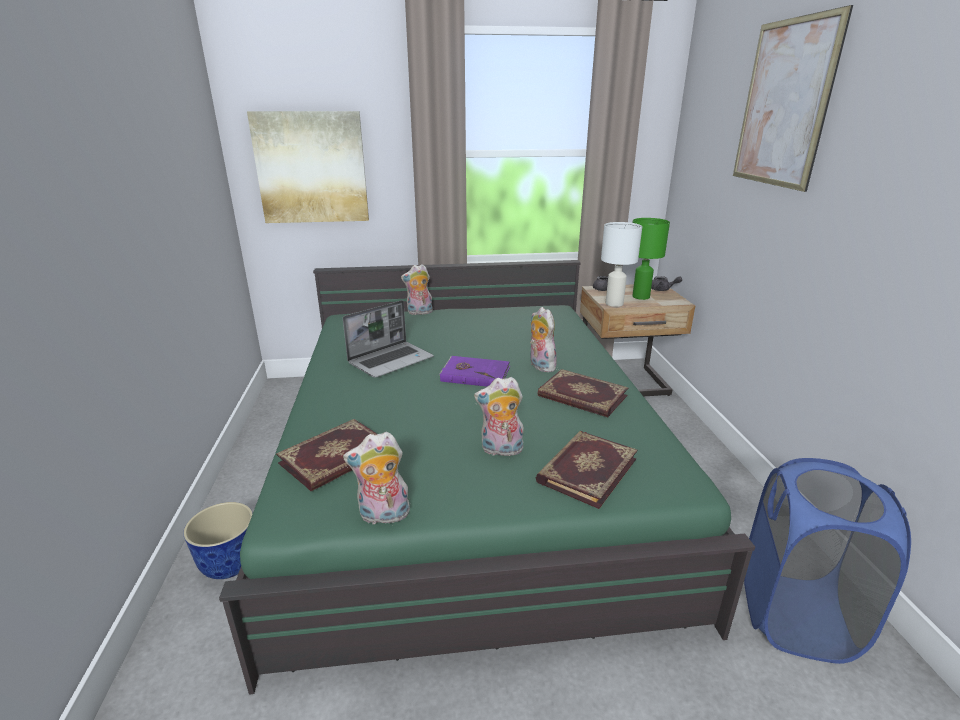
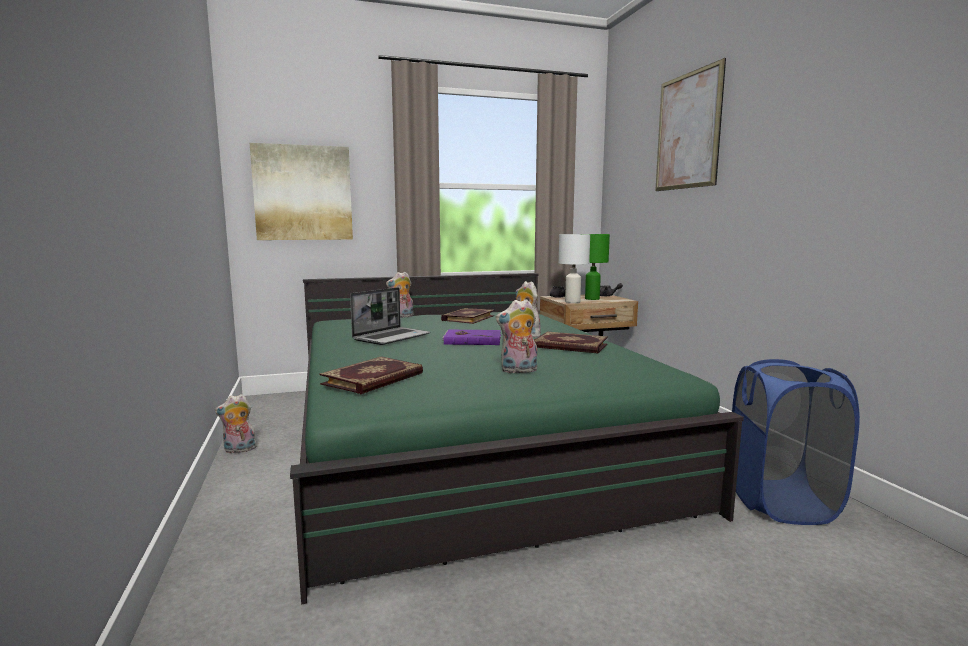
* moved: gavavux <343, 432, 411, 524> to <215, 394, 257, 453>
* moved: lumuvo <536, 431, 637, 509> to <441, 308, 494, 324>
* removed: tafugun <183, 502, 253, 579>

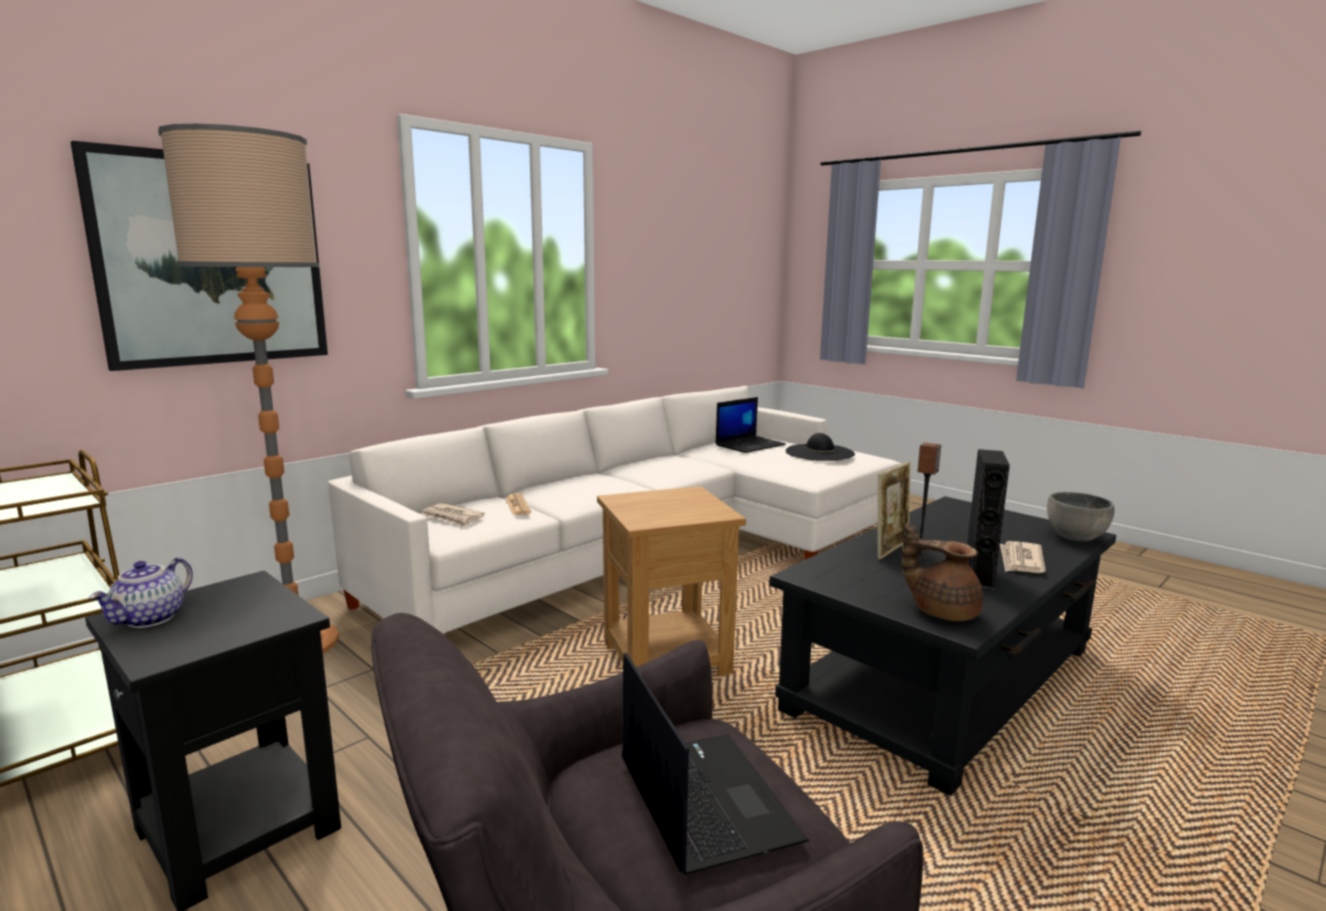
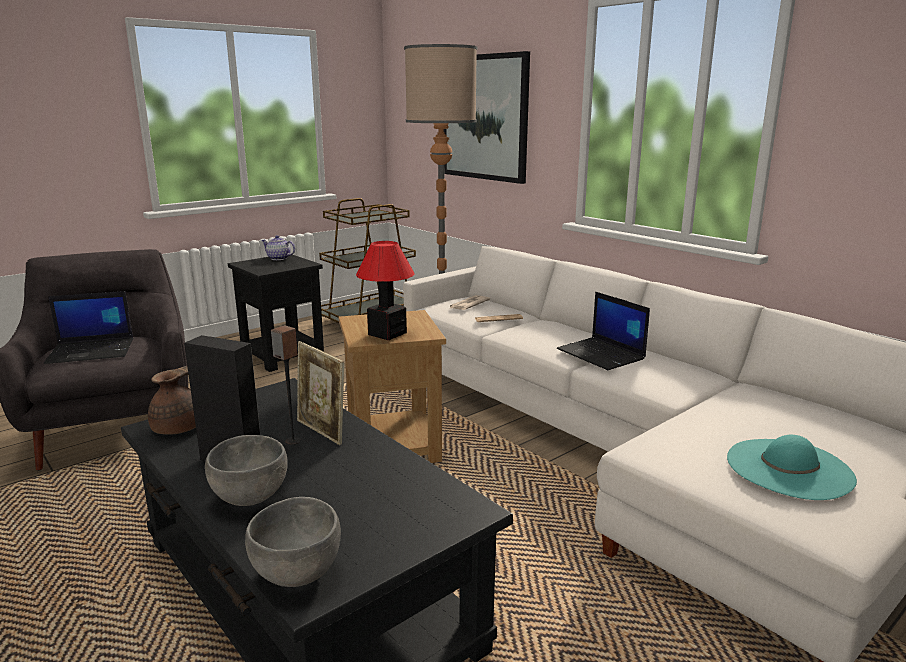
* replaced: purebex <1000, 541, 1046, 573> to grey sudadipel <205, 435, 288, 506>
* added: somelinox <356, 241, 415, 340>
* moved: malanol <715, 397, 786, 453> to <557, 291, 650, 370>
* recoloured: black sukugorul <786, 433, 855, 461> to turquoise sukugorul <727, 435, 857, 500>

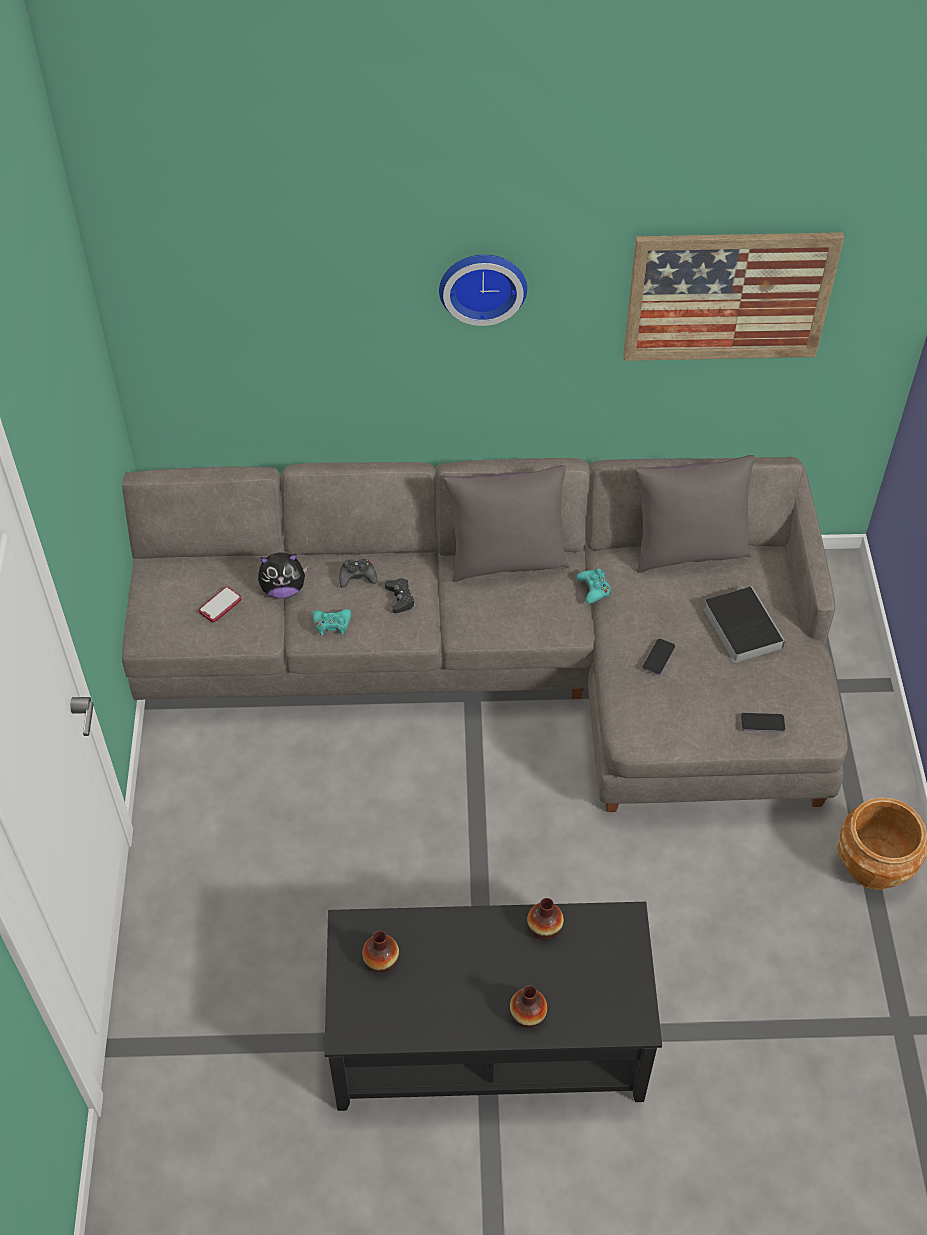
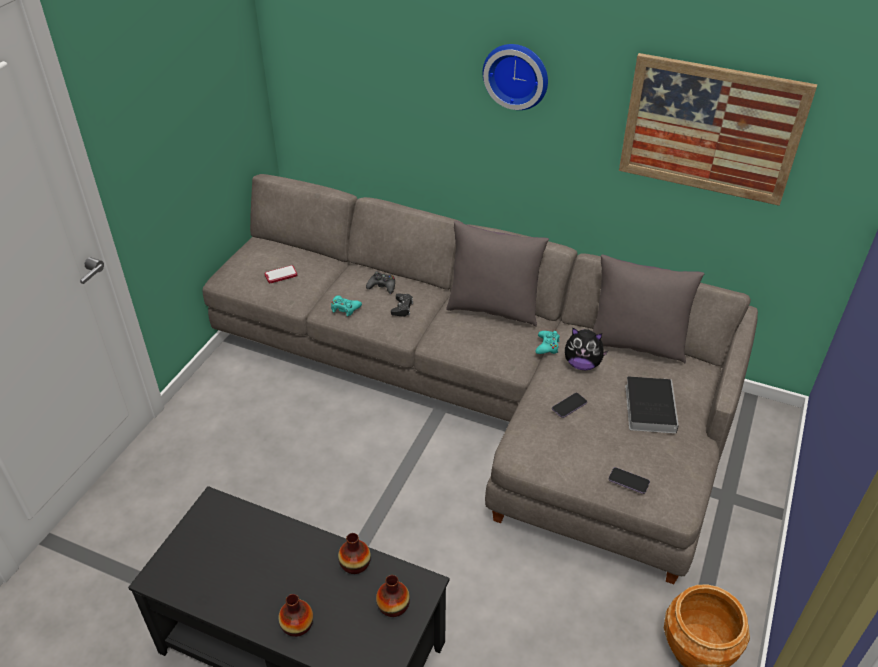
* moved: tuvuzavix <362, 931, 400, 973> to <376, 575, 410, 617>
* moved: gavavux <258, 553, 308, 599> to <565, 328, 609, 370>

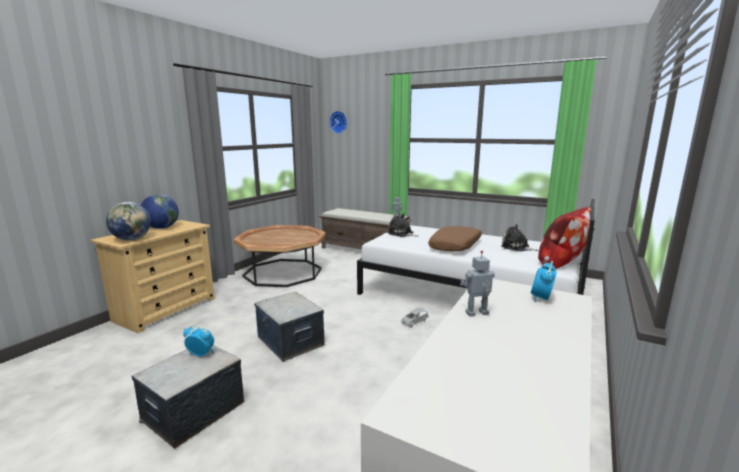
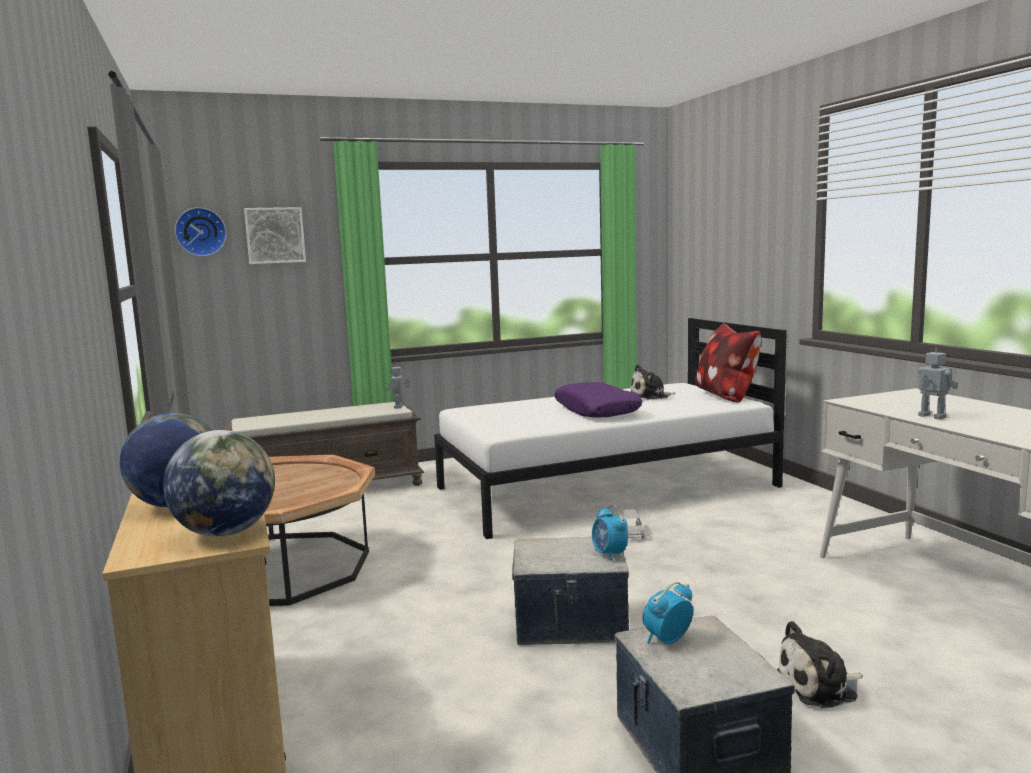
* added: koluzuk <244, 207, 306, 264>
* recoloured: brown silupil <428, 226, 482, 251> to purple silupil <555, 382, 642, 417>
* moved: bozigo <531, 261, 557, 302> to <592, 505, 628, 561>
* moved: gavavux <388, 213, 417, 237> to <777, 621, 863, 708>
* turned: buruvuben <460, 250, 495, 316> = <918, 344, 958, 419> 120 degrees clockwise

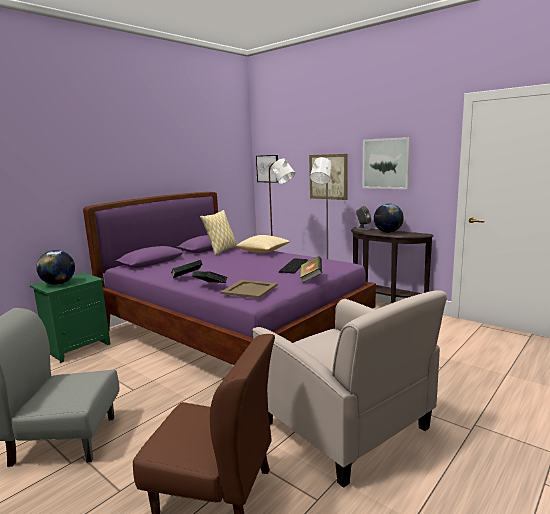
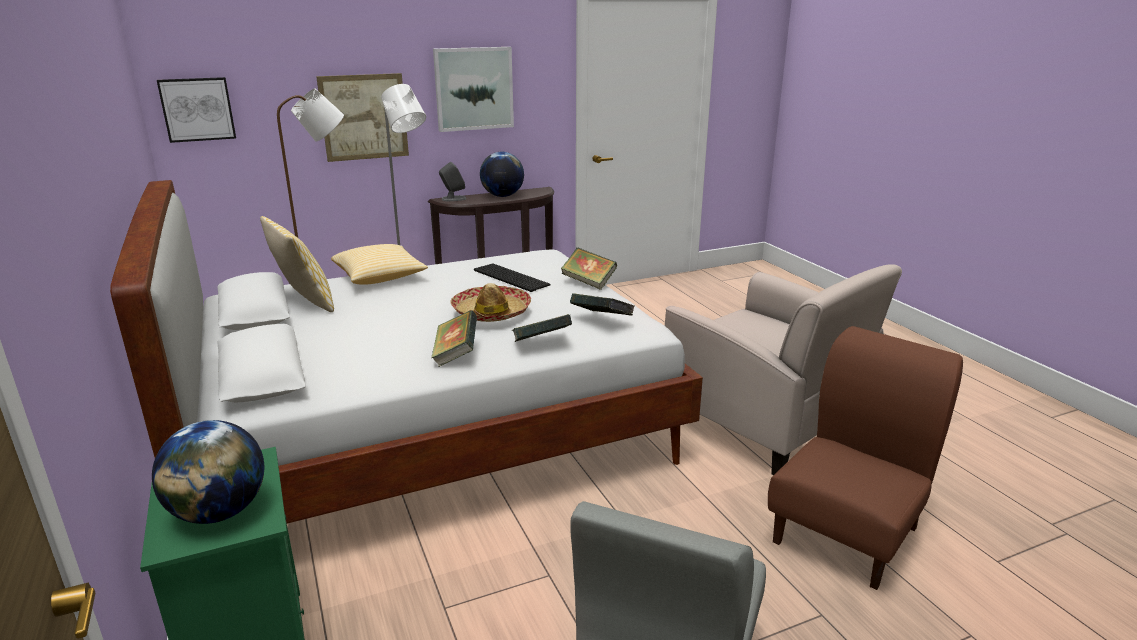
* recoloured: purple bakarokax <83, 192, 376, 365> to white bakarokax <110, 180, 703, 524>
* added: sukugorul <450, 283, 531, 322>
* replaced: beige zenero <220, 280, 278, 298> to lumuvo <570, 293, 634, 315>
* turned: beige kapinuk <253, 290, 447, 488> = <665, 264, 902, 475> 60 degrees clockwise

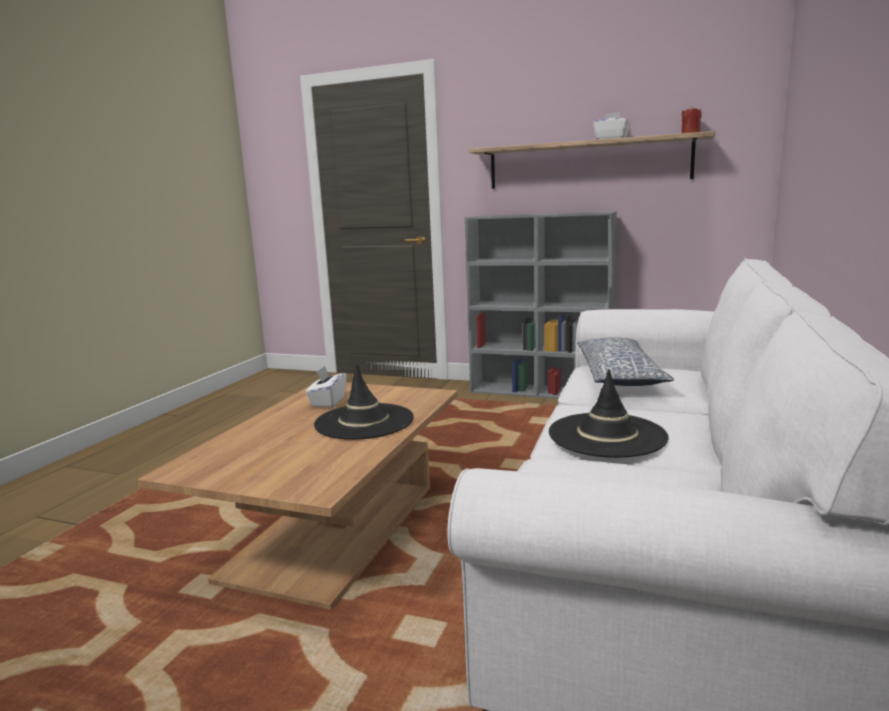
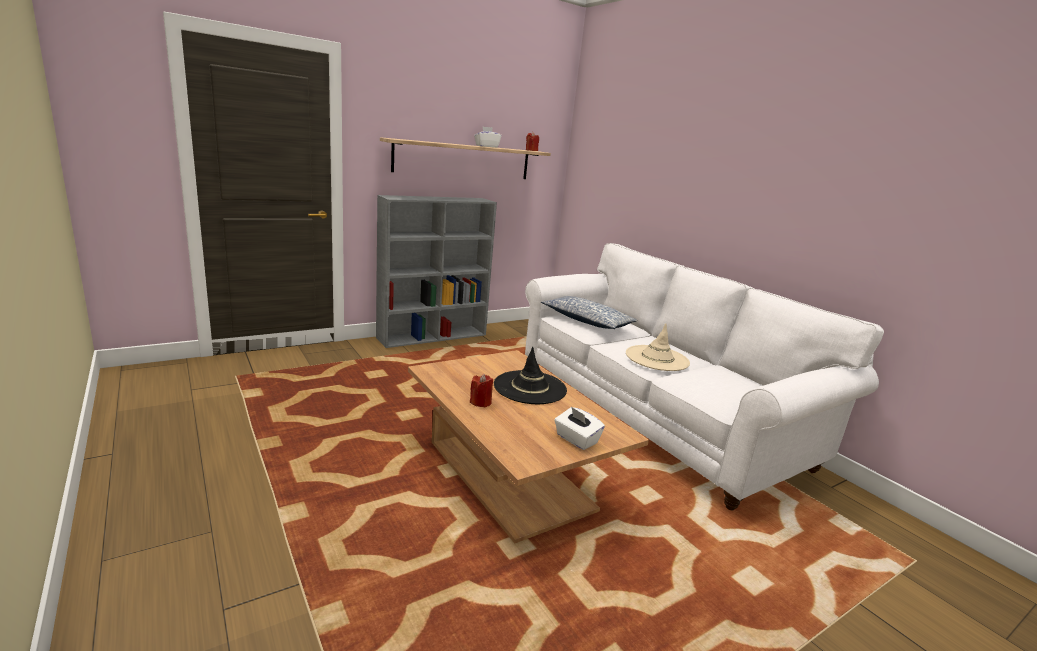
* added: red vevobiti <470, 374, 493, 407>
* moved: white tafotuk <306, 366, 347, 408> to <554, 406, 605, 450>
* recoloured: black sukugorul <549, 369, 669, 458> to beige sukugorul <626, 323, 690, 371>

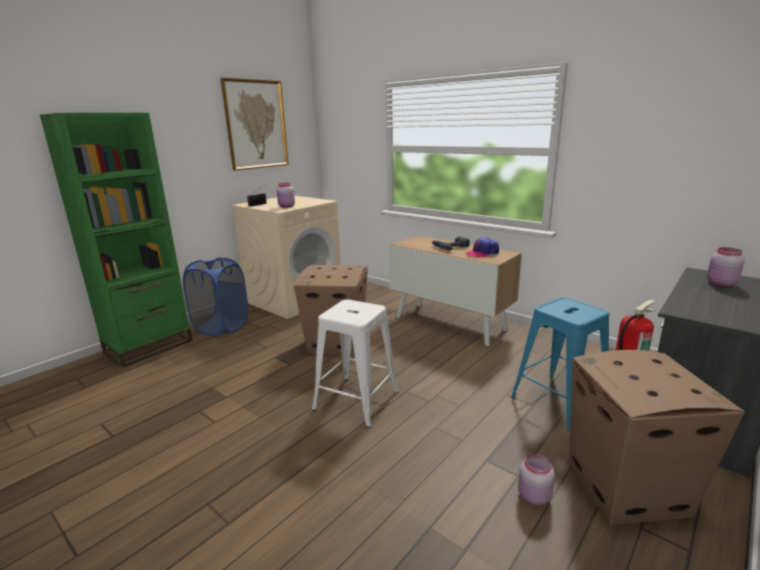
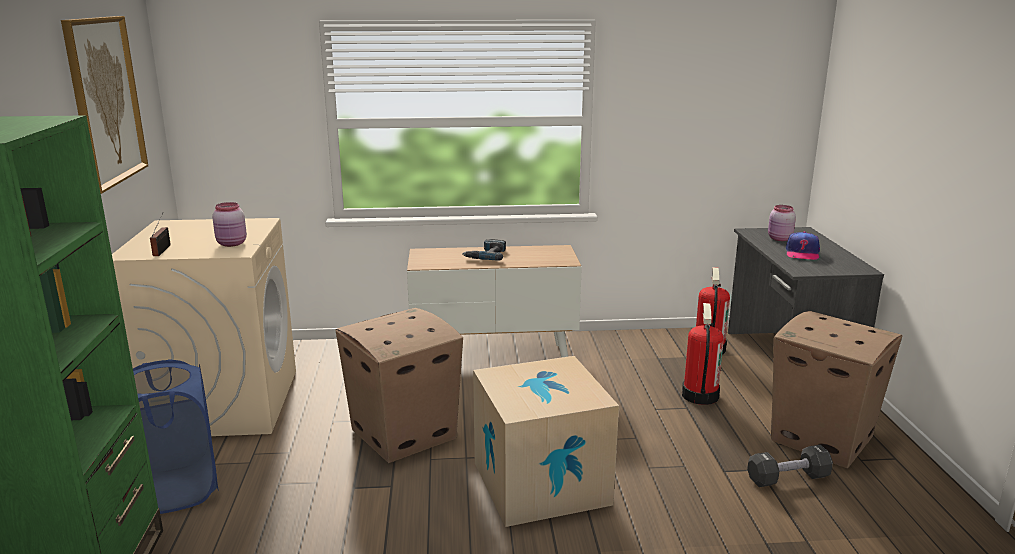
* replaced: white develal <312, 300, 399, 428> to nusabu <473, 356, 619, 527>
* replaced: blue develal <511, 297, 610, 431> to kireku <682, 303, 724, 405>
* replaced: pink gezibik <518, 454, 555, 505> to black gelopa <747, 445, 833, 487>
* moved: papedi <466, 238, 499, 257> to <786, 232, 820, 260>

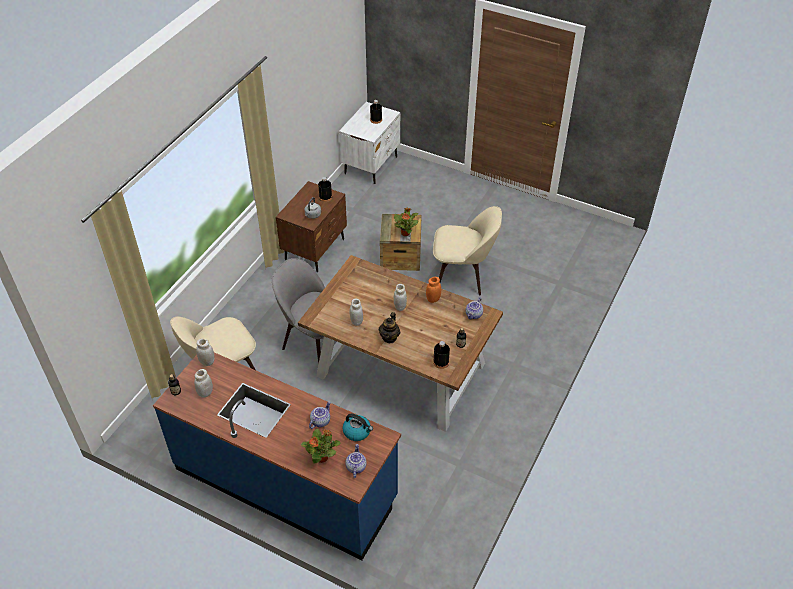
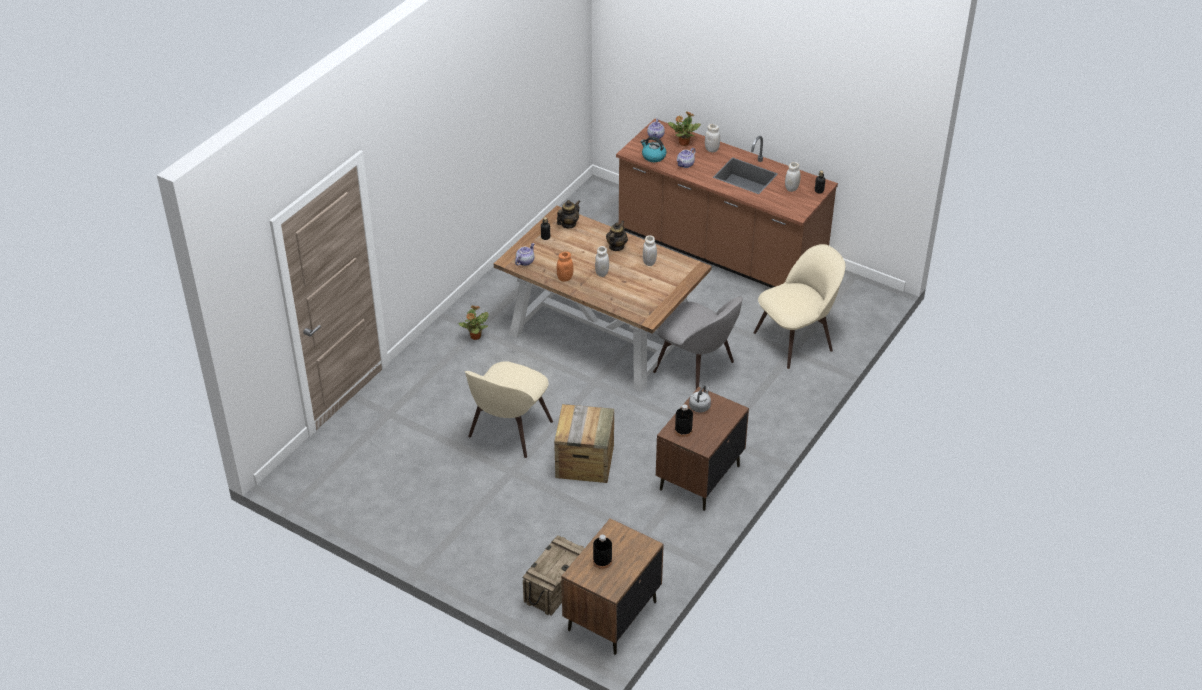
* moved: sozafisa <394, 208, 418, 236> to <459, 305, 489, 340>
* turned: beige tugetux <433, 206, 502, 295> = <464, 361, 553, 458> 75 degrees counterclockwise
* added: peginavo <523, 535, 584, 616>
* replaced: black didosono <433, 341, 450, 369> to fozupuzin <557, 200, 580, 228>
* recoloured: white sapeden <339, 102, 400, 184> to brown sapeden <561, 518, 664, 655>
* recoloured: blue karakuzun <153, 352, 401, 560> to brown karakuzun <616, 119, 838, 288>
* moved: white gezibik <196, 339, 214, 366> to <705, 124, 720, 152>

